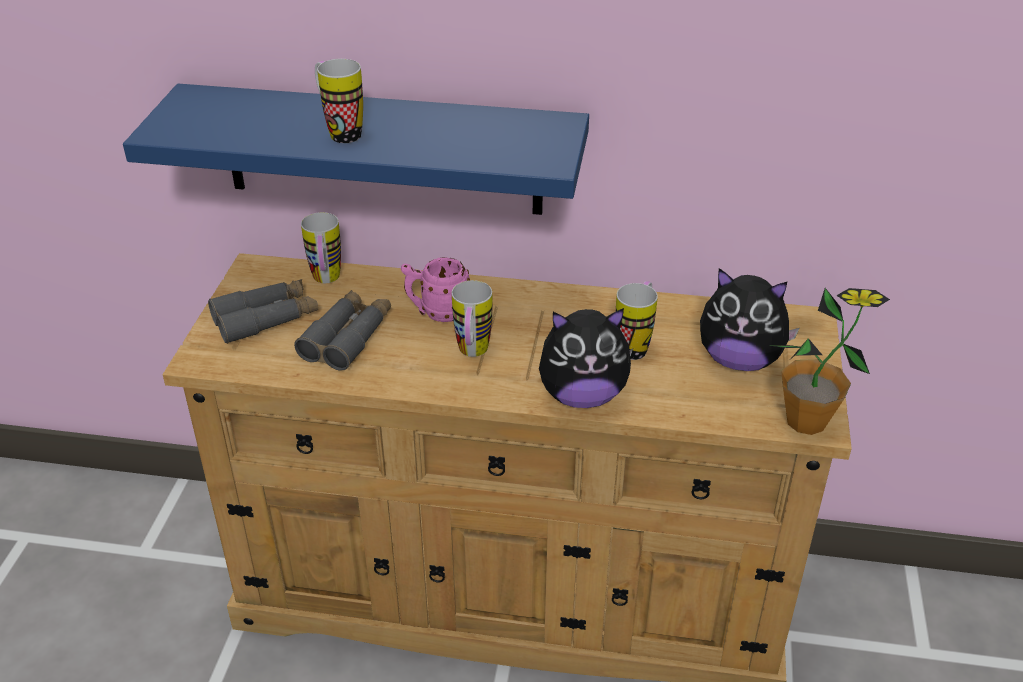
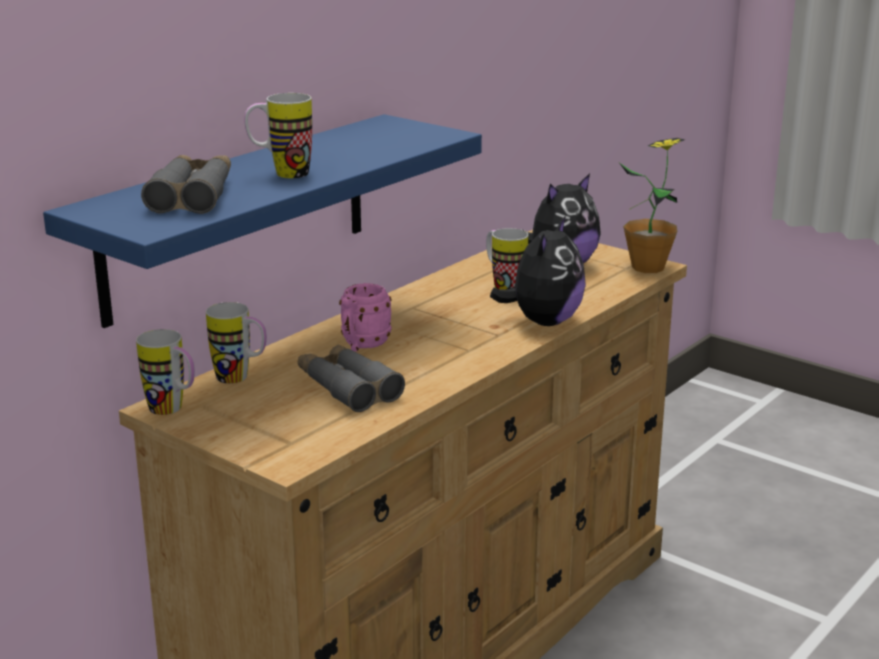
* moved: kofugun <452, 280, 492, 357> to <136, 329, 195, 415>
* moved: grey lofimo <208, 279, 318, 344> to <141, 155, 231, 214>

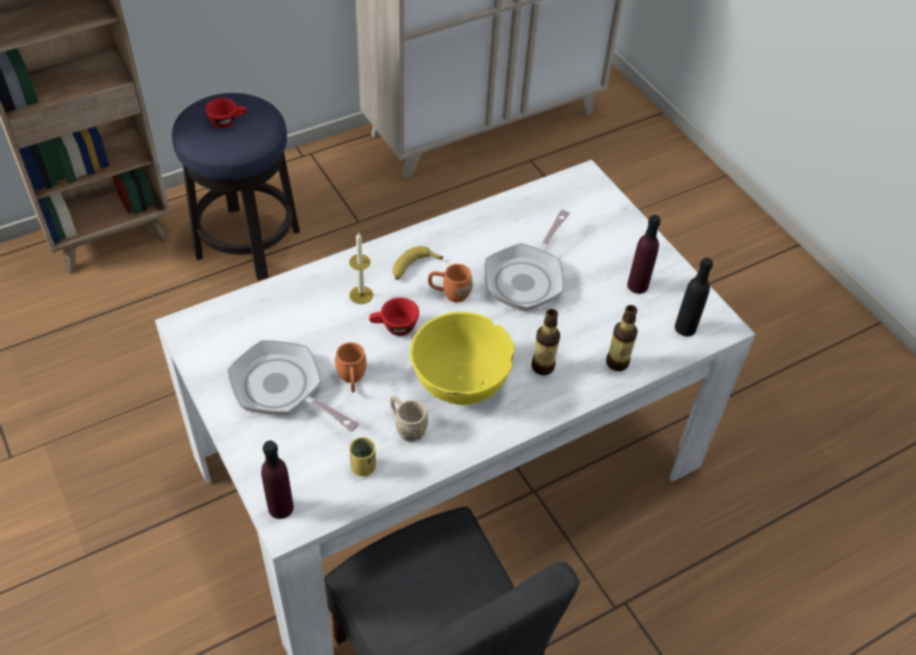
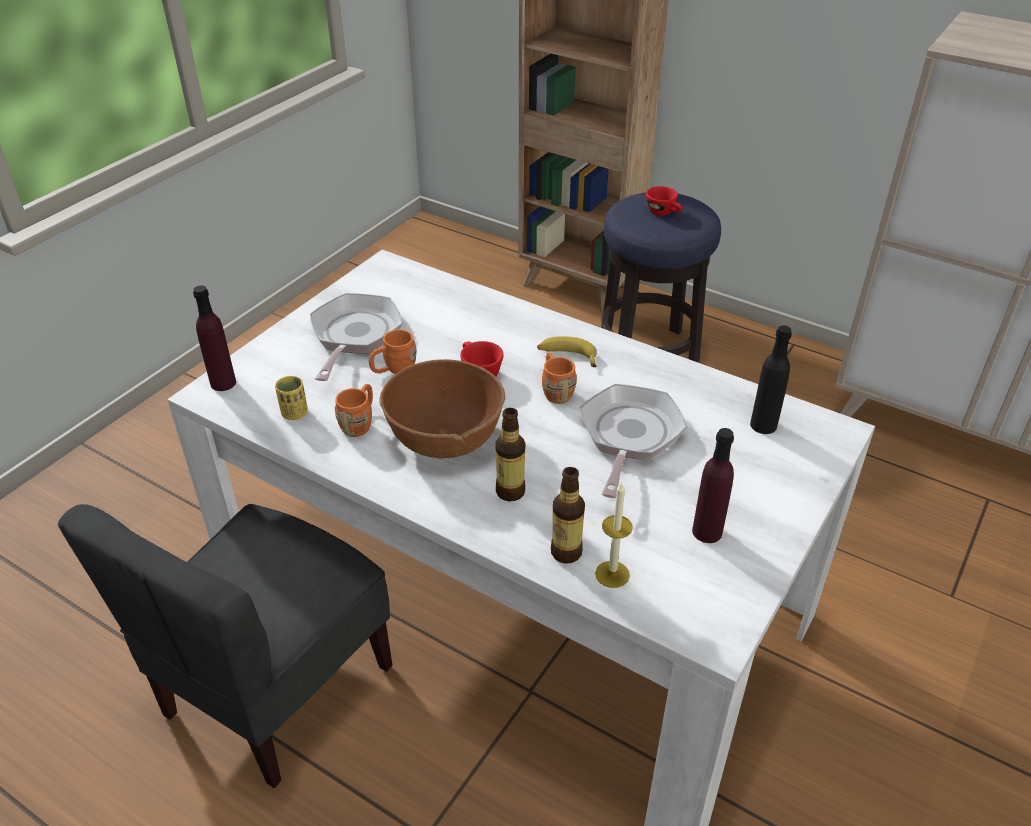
* recoloured: beige kofugun <390, 396, 428, 442> to orange kofugun <335, 384, 373, 437>
* recoloured: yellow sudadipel <410, 312, 515, 405> to brown sudadipel <379, 359, 505, 459>
* turned: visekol <484, 210, 570, 312> = <579, 384, 688, 498> 105 degrees clockwise
* moved: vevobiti <349, 232, 373, 304> to <595, 482, 633, 588>
* moved: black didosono <675, 258, 713, 336> to <750, 325, 792, 434>

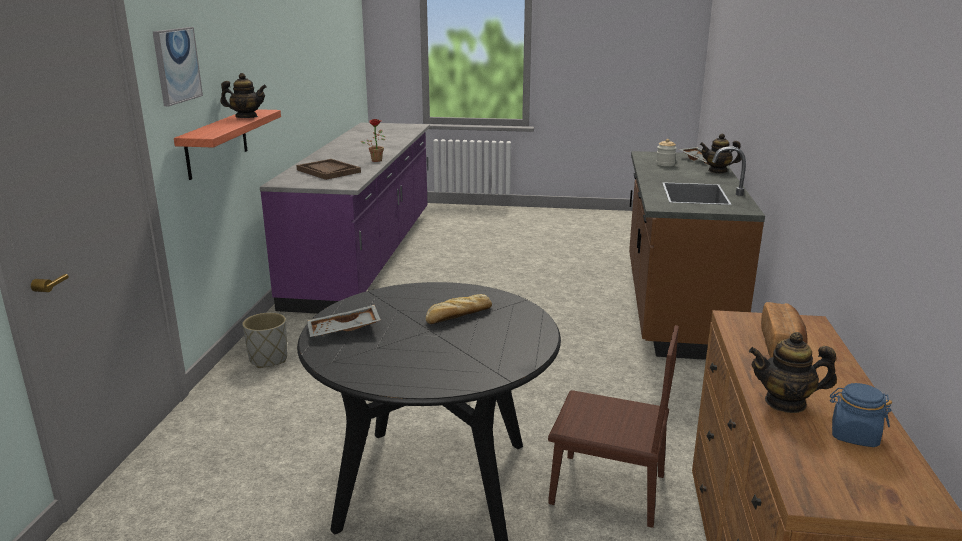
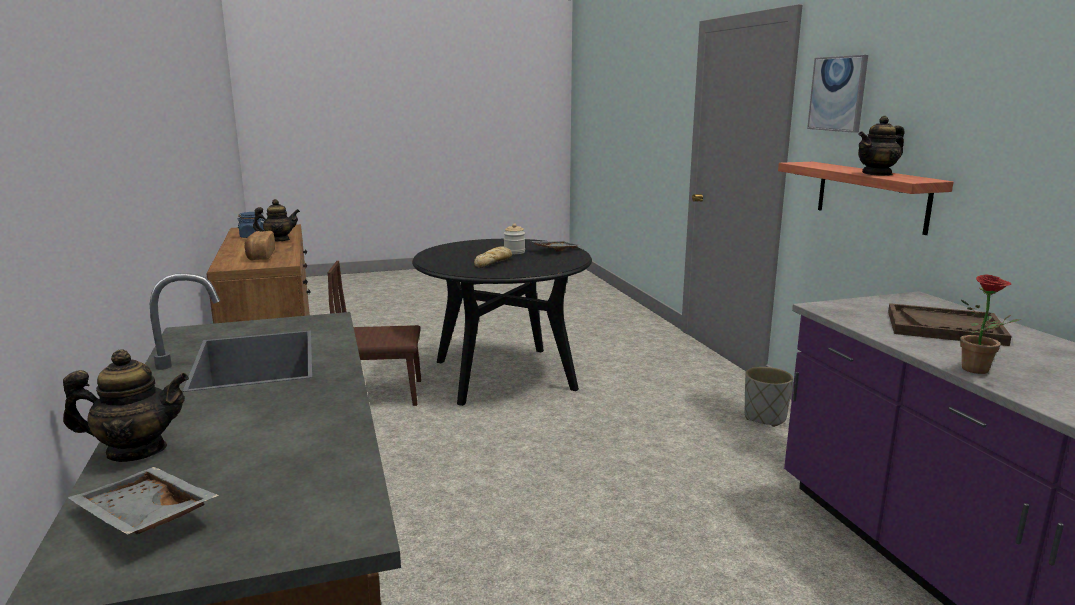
* moved: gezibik <656, 139, 677, 166> to <504, 223, 525, 254>

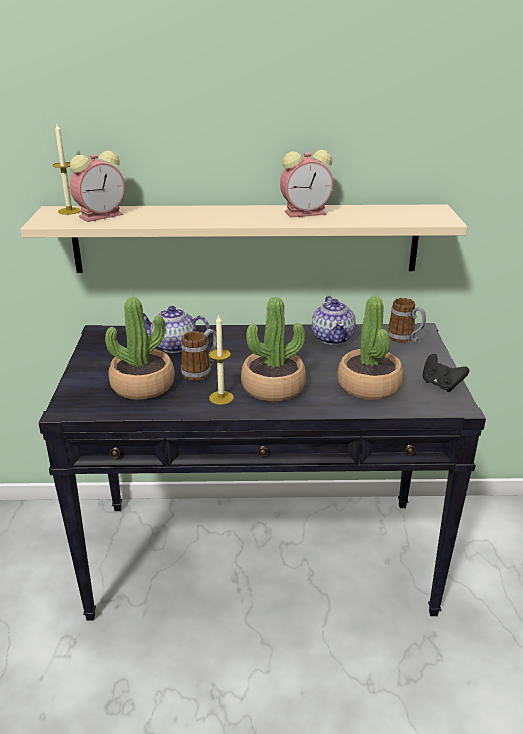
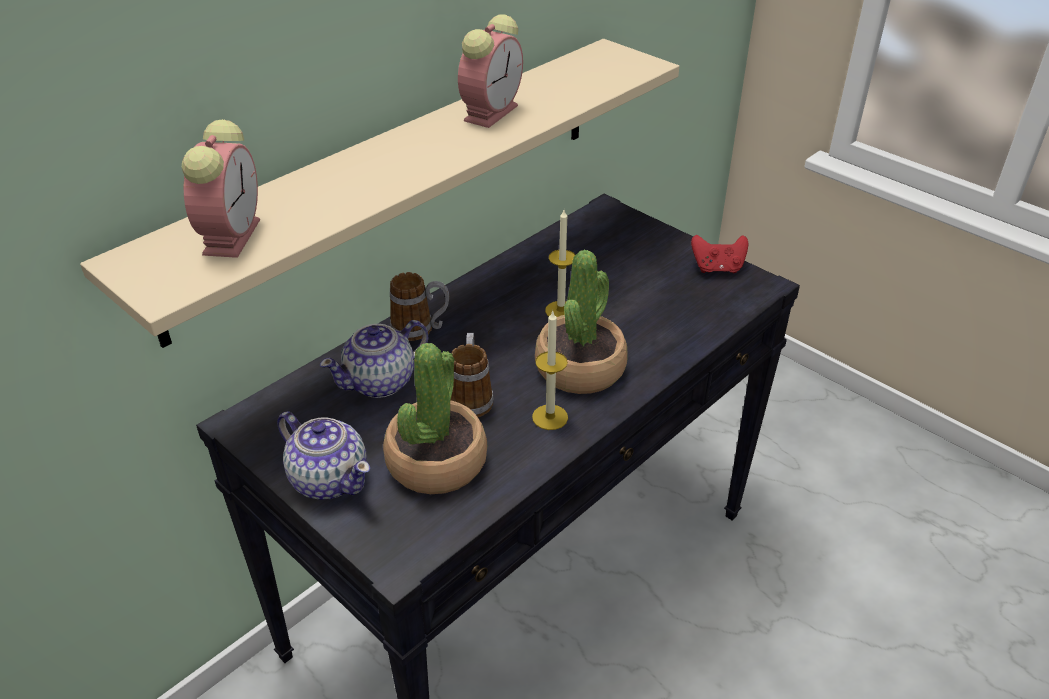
* moved: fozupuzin <312, 296, 356, 345> to <277, 412, 370, 500>
* moved: kofugun <387, 298, 426, 343> to <390, 272, 449, 341>
* moved: vevobiti <53, 124, 81, 215> to <545, 210, 575, 317>
* recoloured: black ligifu <423, 354, 469, 392> to red ligifu <691, 235, 748, 273>
* removed: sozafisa <338, 296, 403, 400>

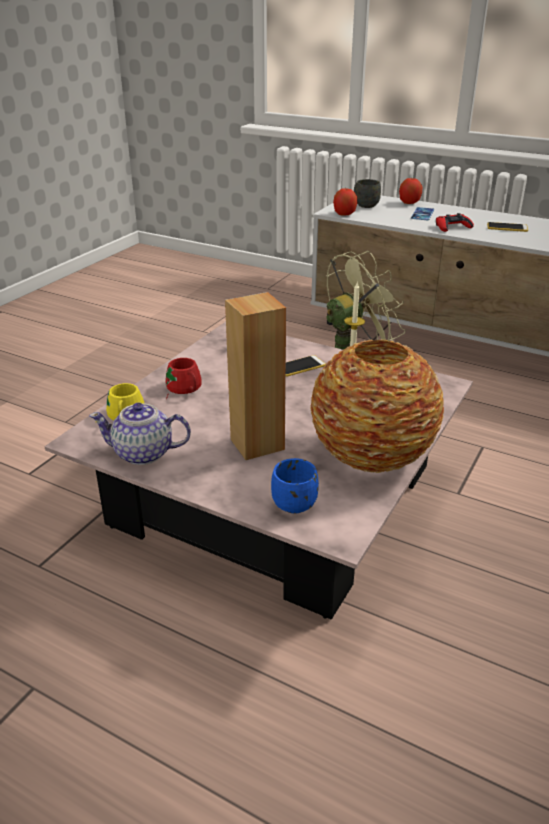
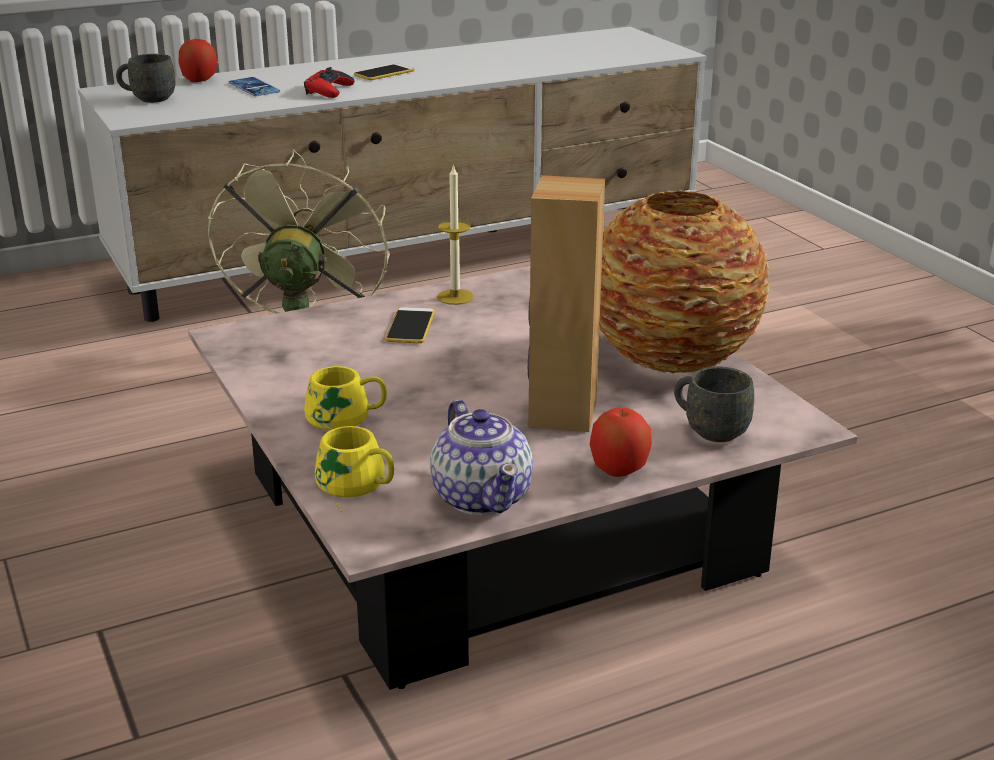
* recoloured: red kofugun <165, 358, 201, 400> to yellow kofugun <304, 366, 387, 430>
* turned: fozupuzin <89, 403, 191, 465> = <430, 400, 533, 516> 60 degrees counterclockwise
* moved: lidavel <333, 188, 357, 216> to <590, 407, 652, 477>
* recoloured: blue kofugun <271, 458, 319, 513> to grey kofugun <674, 366, 754, 442>

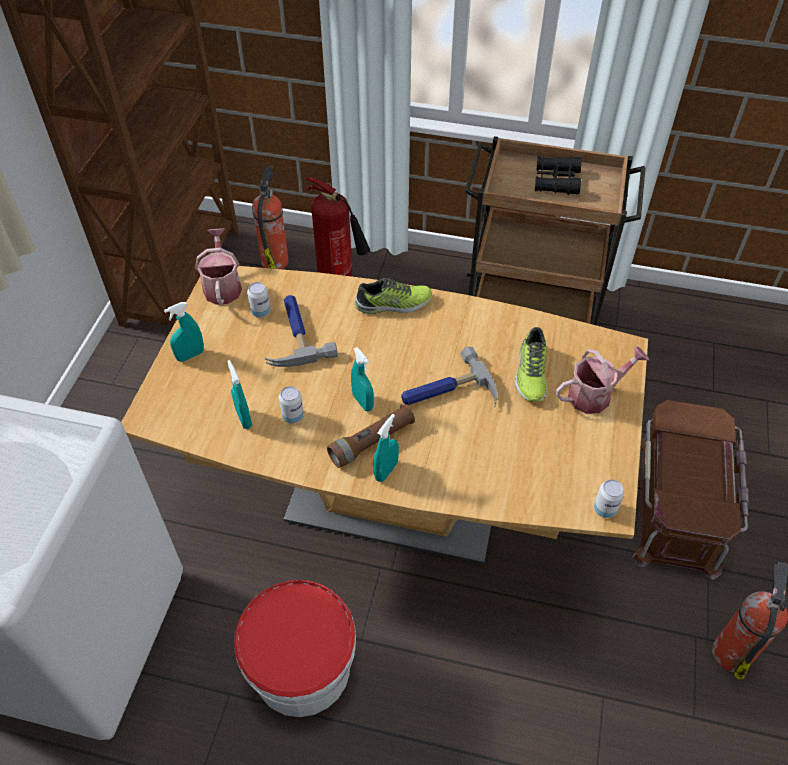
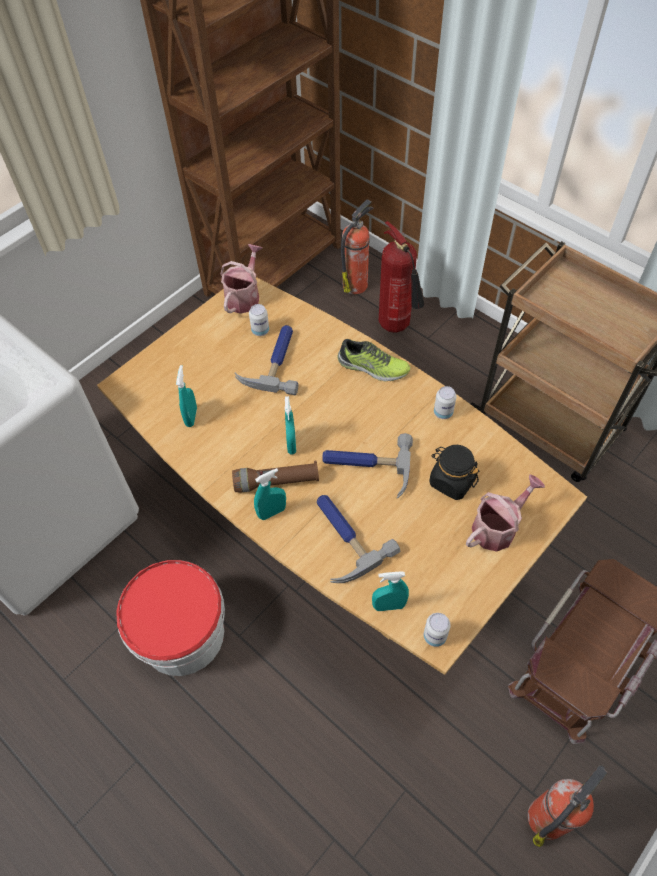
* added: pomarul <317, 495, 400, 583>
* moved: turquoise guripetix <164, 302, 204, 362> to <372, 572, 409, 611>
* replaced: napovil <515, 327, 547, 402> to black gezibik <429, 445, 479, 500>
* moved: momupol <279, 386, 304, 423> to <434, 386, 456, 419>
* turned: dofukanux <556, 346, 649, 414> = <466, 474, 545, 552> 45 degrees counterclockwise
* removed: black lofimo <535, 156, 582, 195>

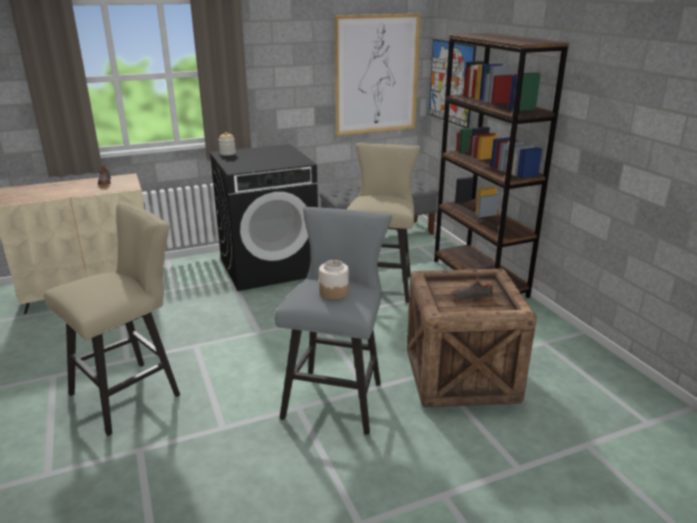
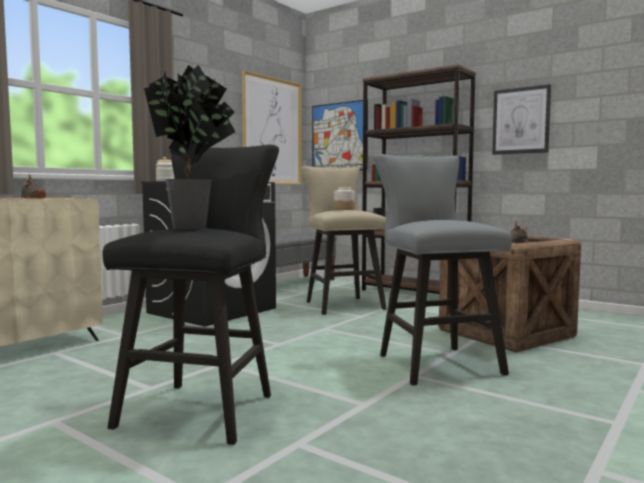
* recoloured: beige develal <44, 202, 180, 436> to black develal <103, 145, 279, 445>
* added: sozafisa <144, 65, 235, 230>
* moved: gezibik <319, 260, 349, 300> to <334, 188, 354, 210>
* added: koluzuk <492, 84, 551, 155>

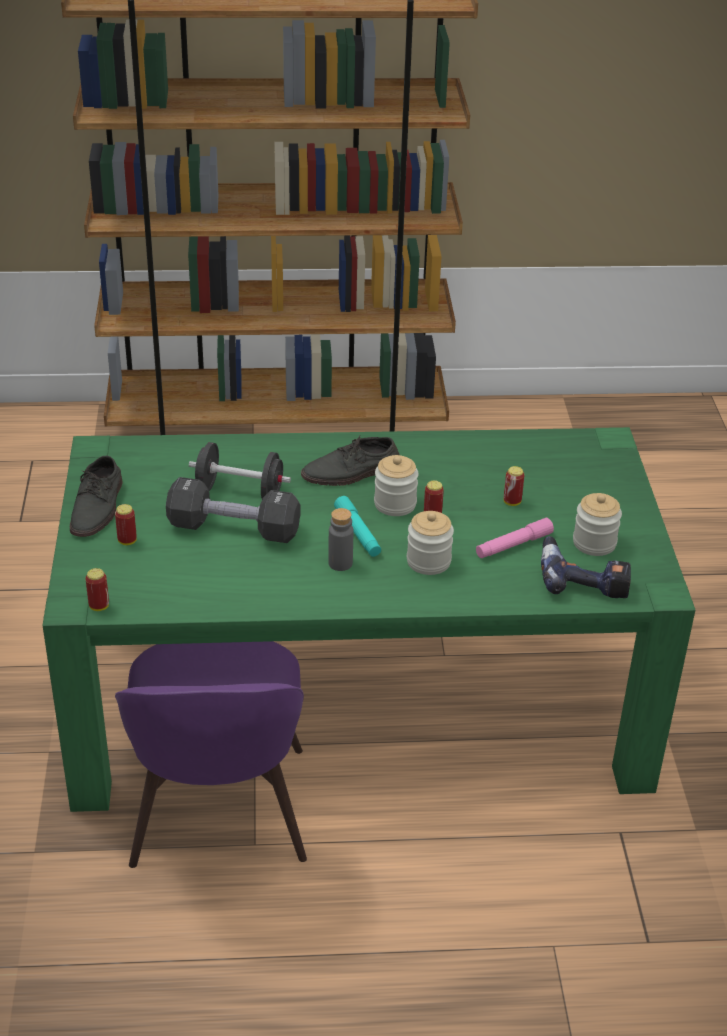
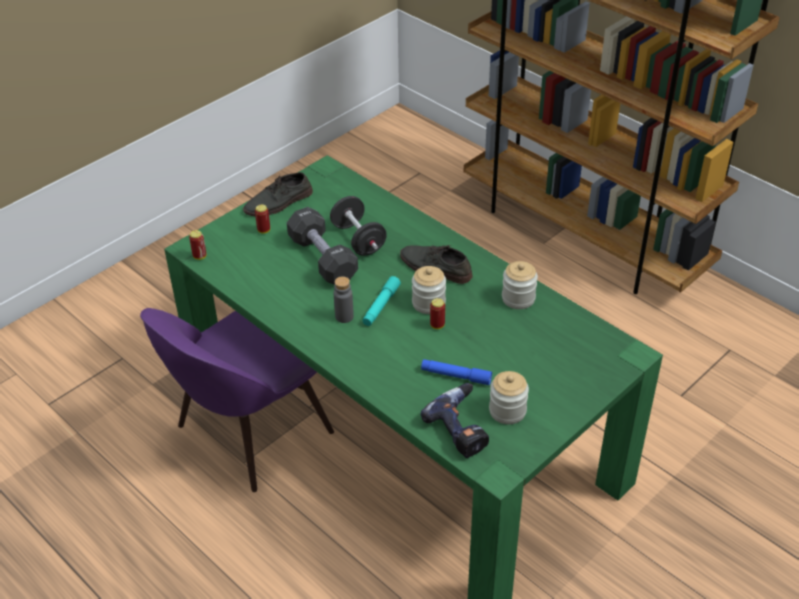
* recoloured: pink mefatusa <476, 518, 554, 558> to blue mefatusa <421, 359, 492, 385>
* moved: gezibik <407, 511, 454, 575> to <502, 261, 538, 309>
* removed: momupol <504, 466, 525, 506>

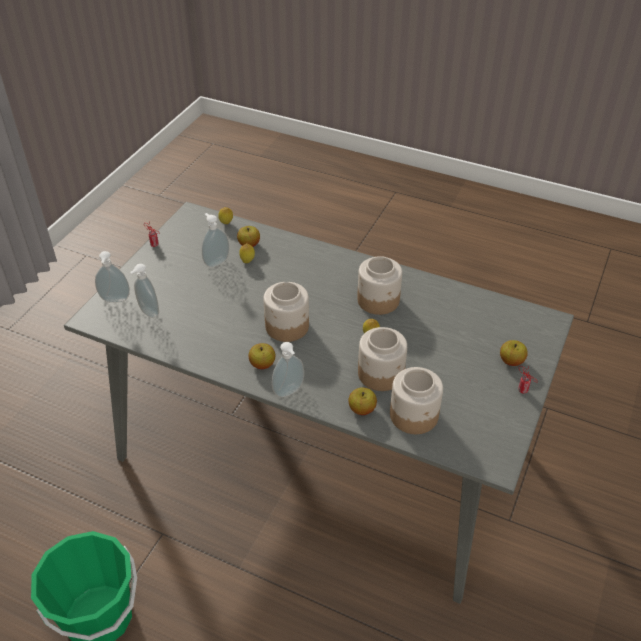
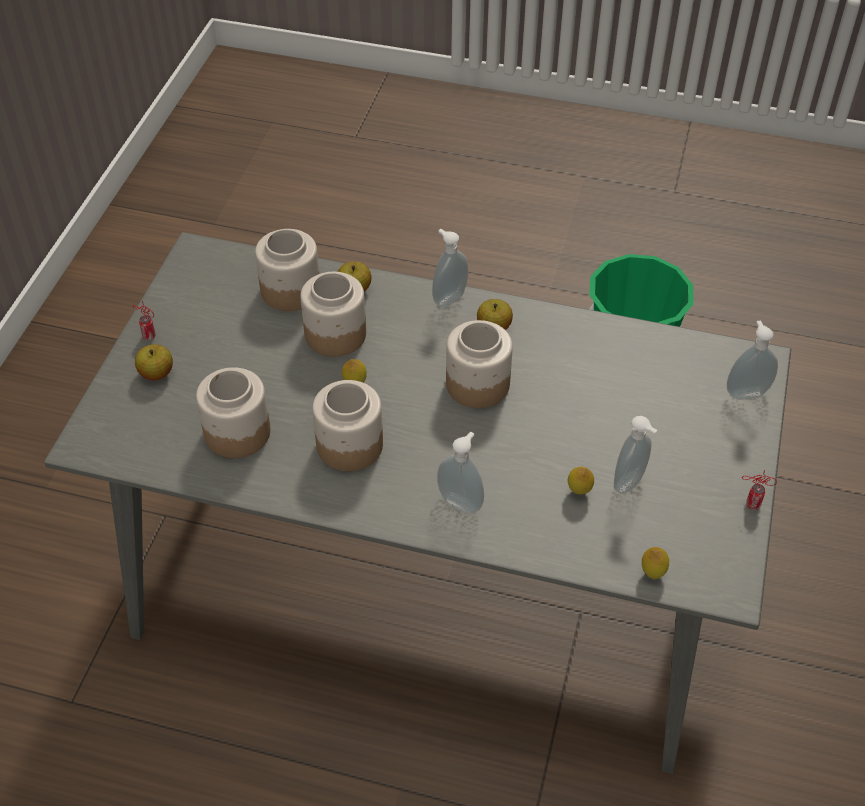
* added: gezibik <196, 367, 270, 458>
* moved: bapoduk <130, 264, 159, 318> to <437, 432, 484, 514>
* removed: lidavel <237, 226, 260, 247>

